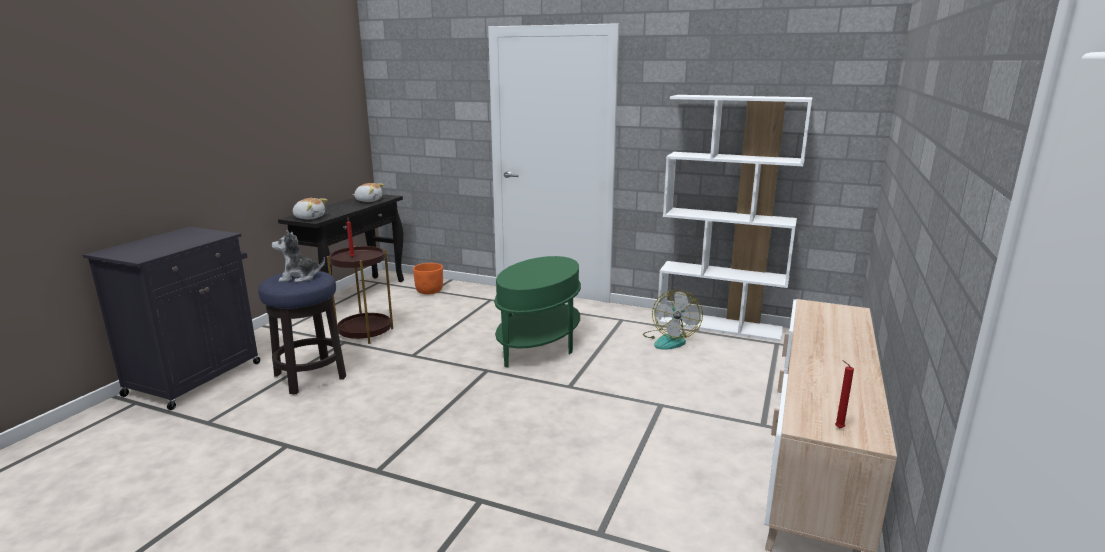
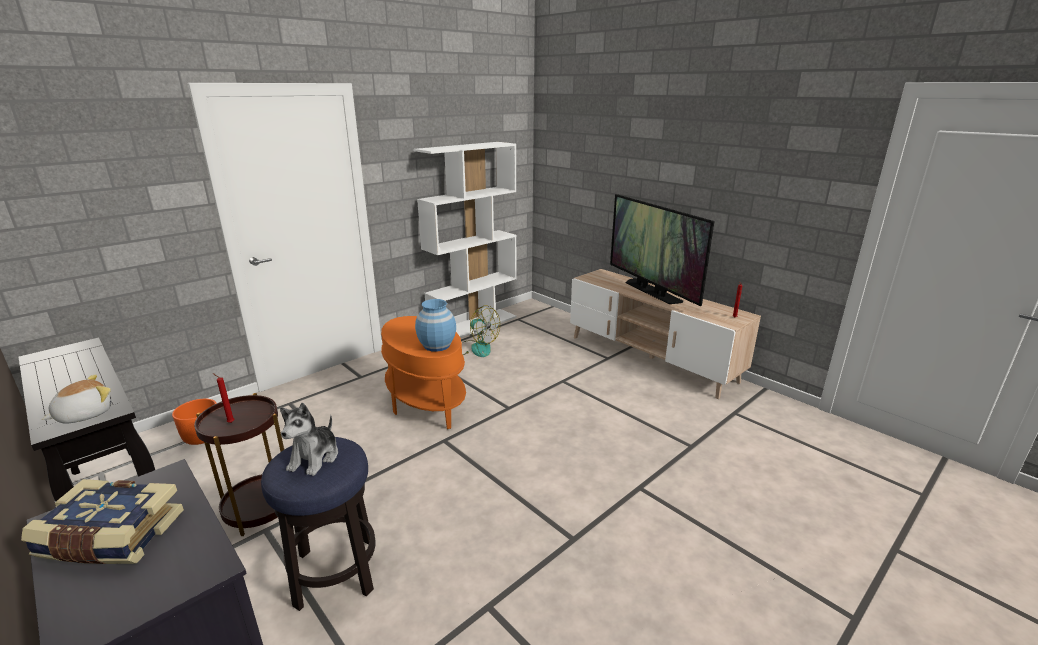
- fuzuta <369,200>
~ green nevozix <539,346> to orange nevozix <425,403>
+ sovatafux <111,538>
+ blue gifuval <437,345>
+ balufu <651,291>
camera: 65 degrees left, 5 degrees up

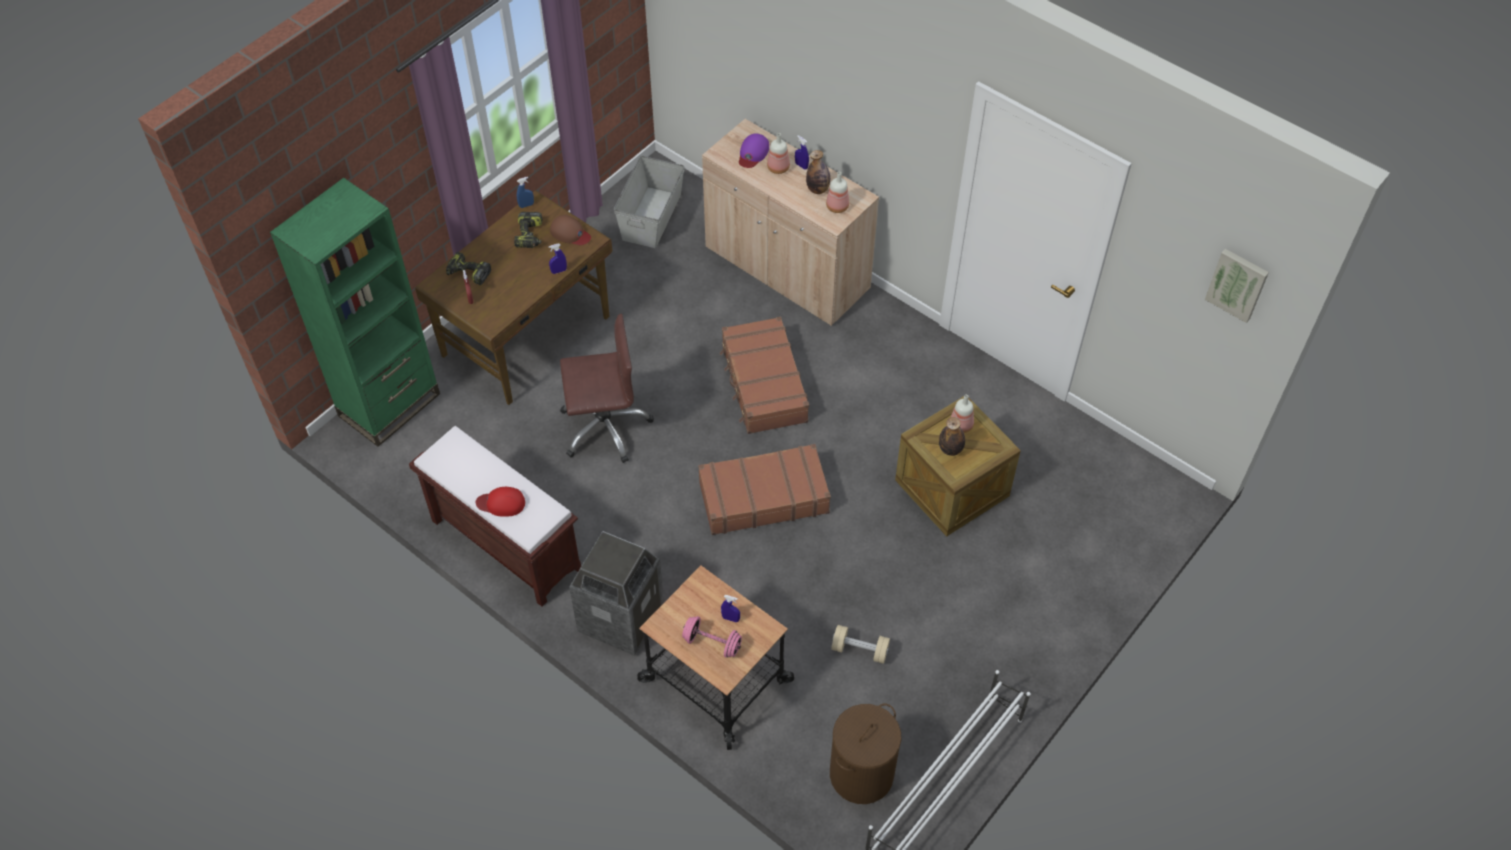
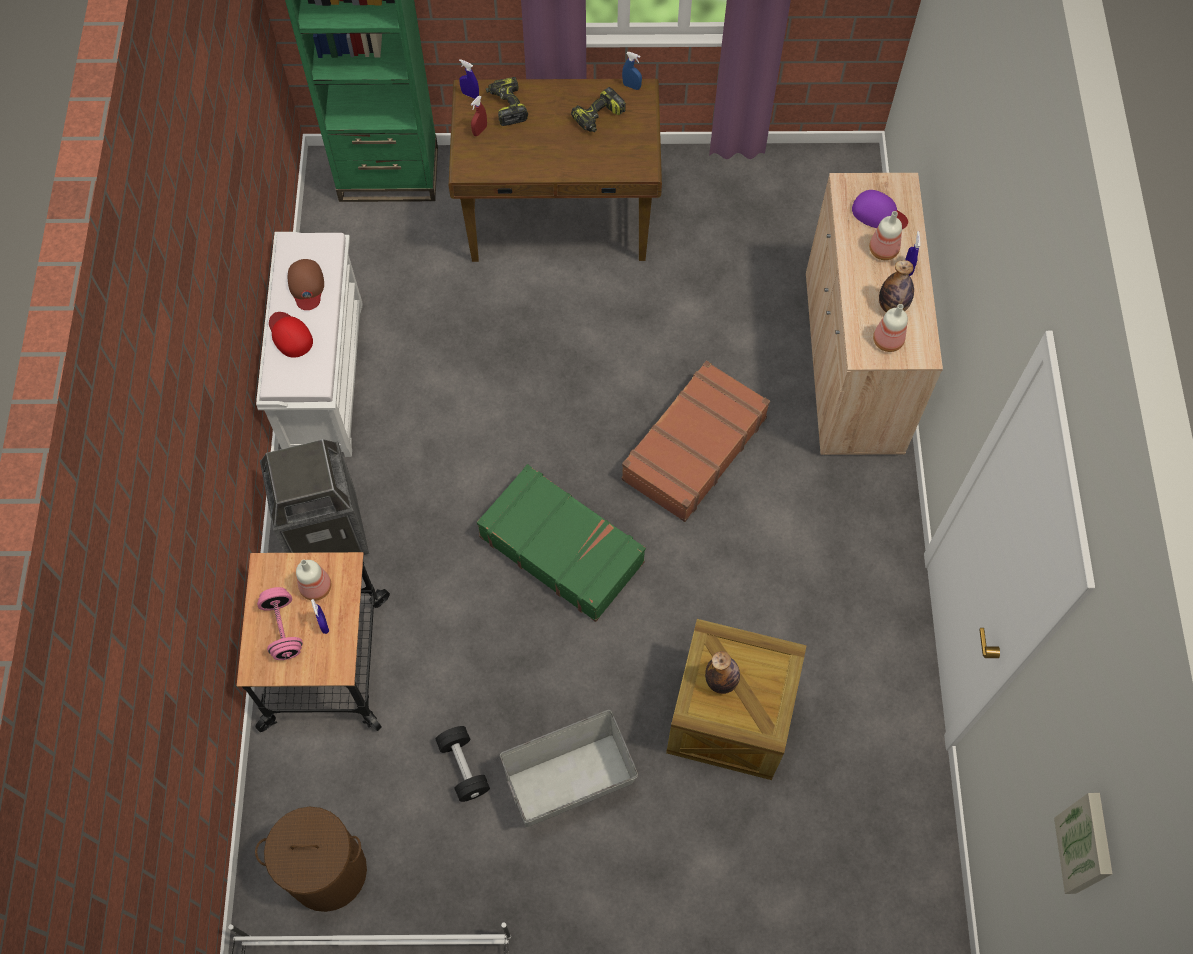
~ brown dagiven <504,544> to white dagiven <324,376>
~ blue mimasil <559,271> to <470,95>
~ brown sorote <570,233> to <306,286>
- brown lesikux <605,426>
~ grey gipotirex <652,217> to <570,780>
~ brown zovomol <763,497> to green zovomol <562,548>
~ purple sorote <753,153> = <878,214> 135 degrees counterclockwise
~ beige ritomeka <859,650> to black ritomeka <463,767>
~ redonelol <961,425> to <317,587>
camera: 50 degrees right, 10 degrees up

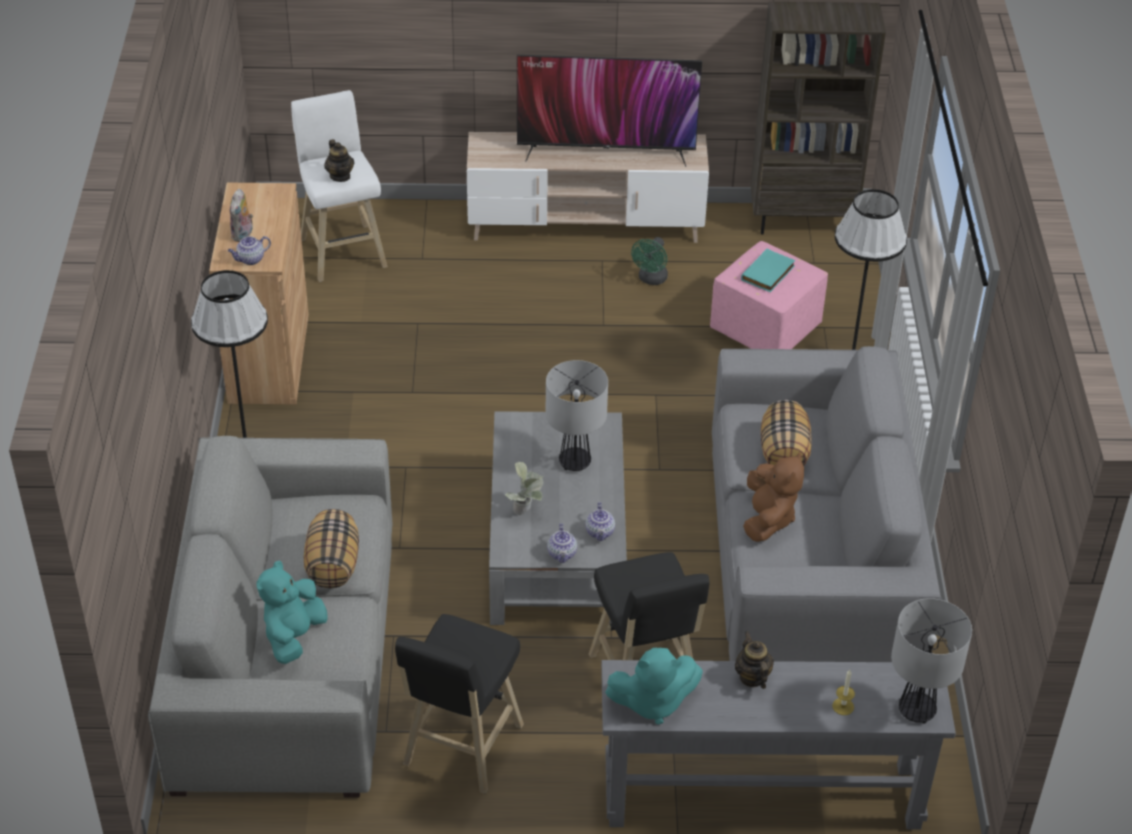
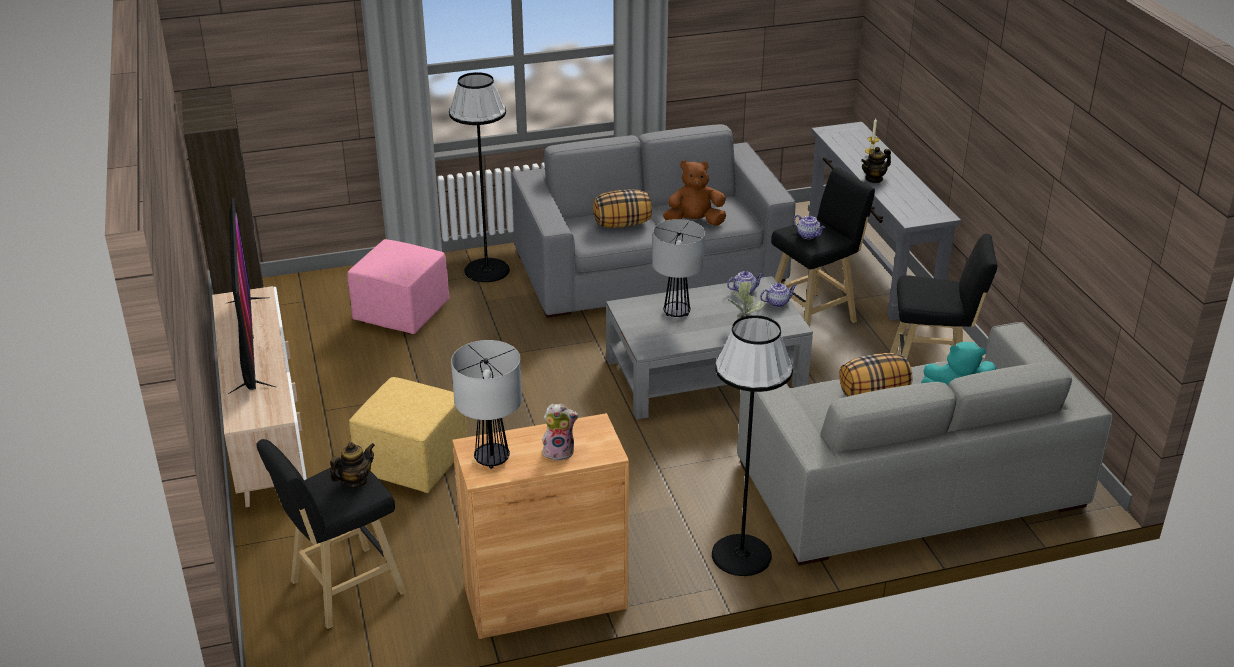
~ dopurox <250,259> to <808,235>
~ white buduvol <342,250> to black buduvol <342,589>
- turquoise fuzuta <652,702>
- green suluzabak <651,279>
- turquoise sovatafux <769,274>
~ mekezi <916,710> to <491,459>
+ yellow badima <411,464>
camera: 105 degrees left, 10 degrees down

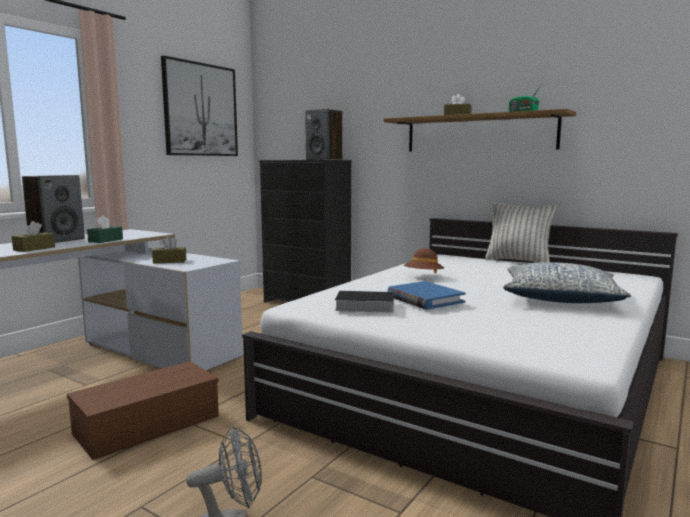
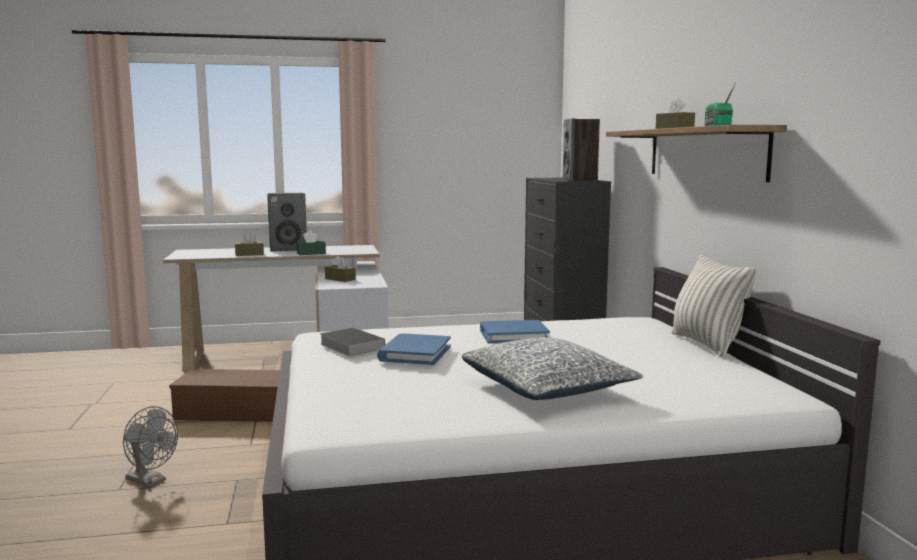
- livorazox <200,110>
~ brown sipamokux <423,276> to blue sovatafux <513,335>
camera: 45 degrees right, 0 degrees up

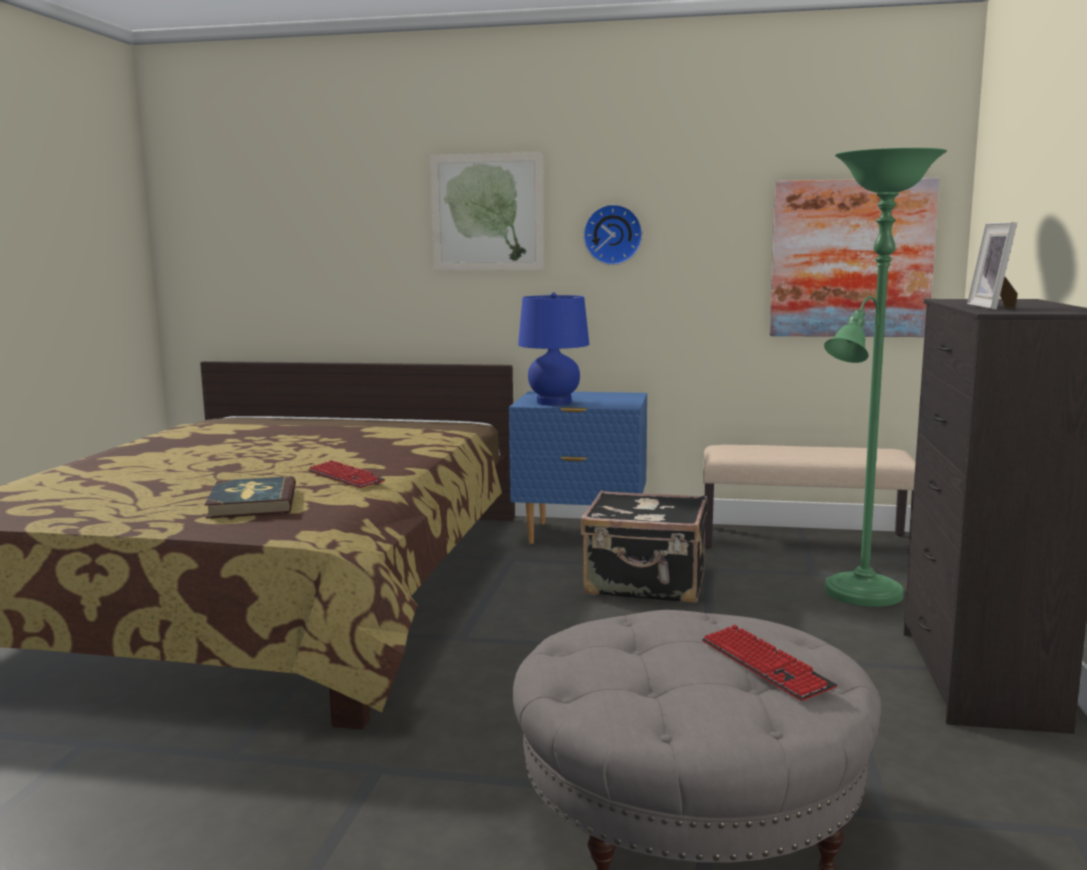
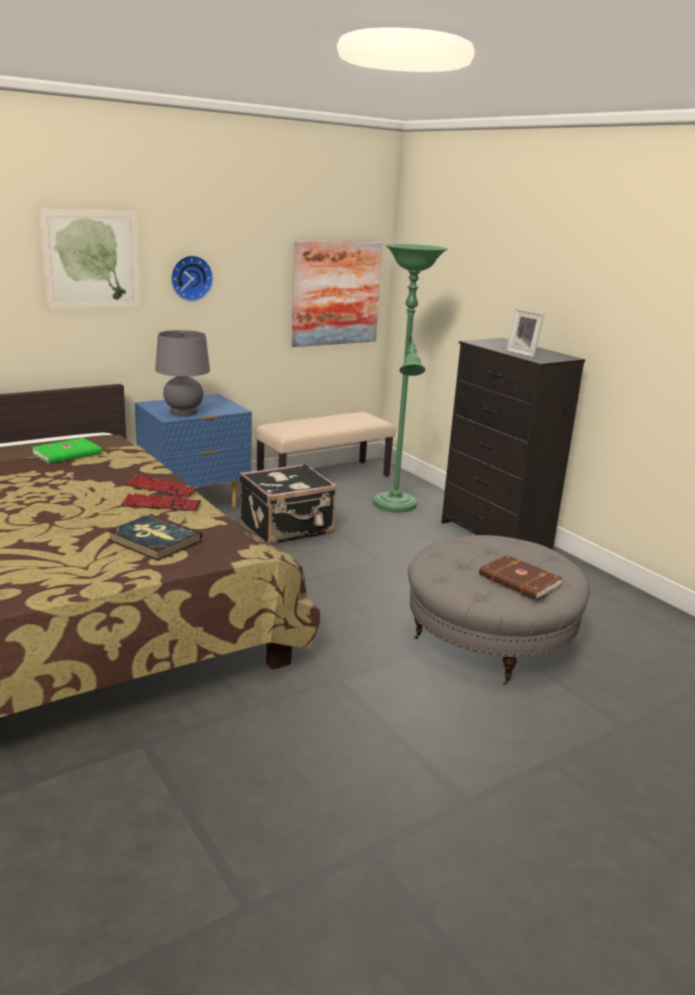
~ blue mekezi <554,402> to grey mekezi <183,413>
~ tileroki <765,665> to <161,488>
+ green sovatafux <68,454>
+ brown sovatafux <519,581>
camera: 45 degrees left, 10 degrees up

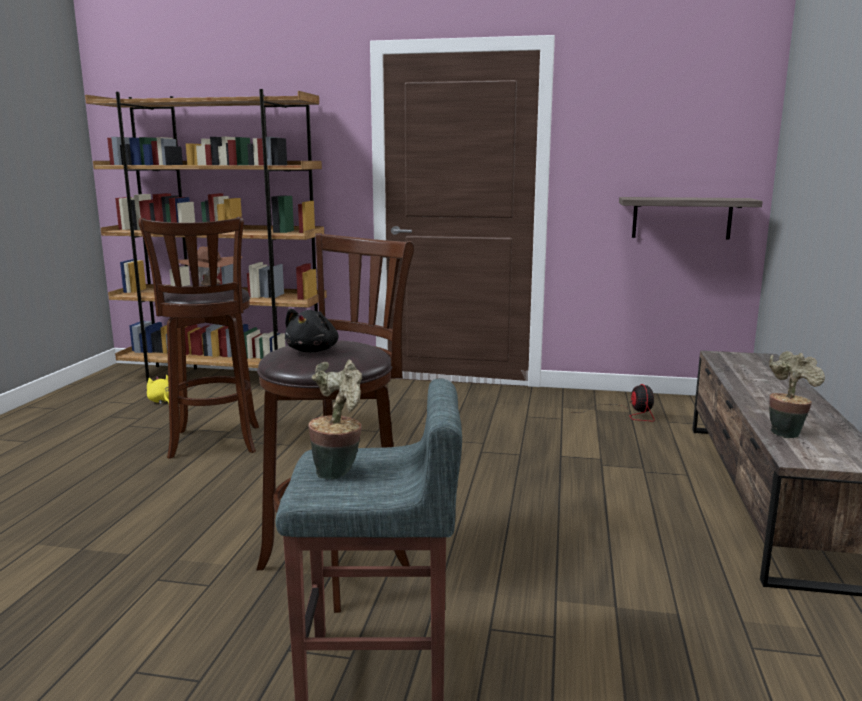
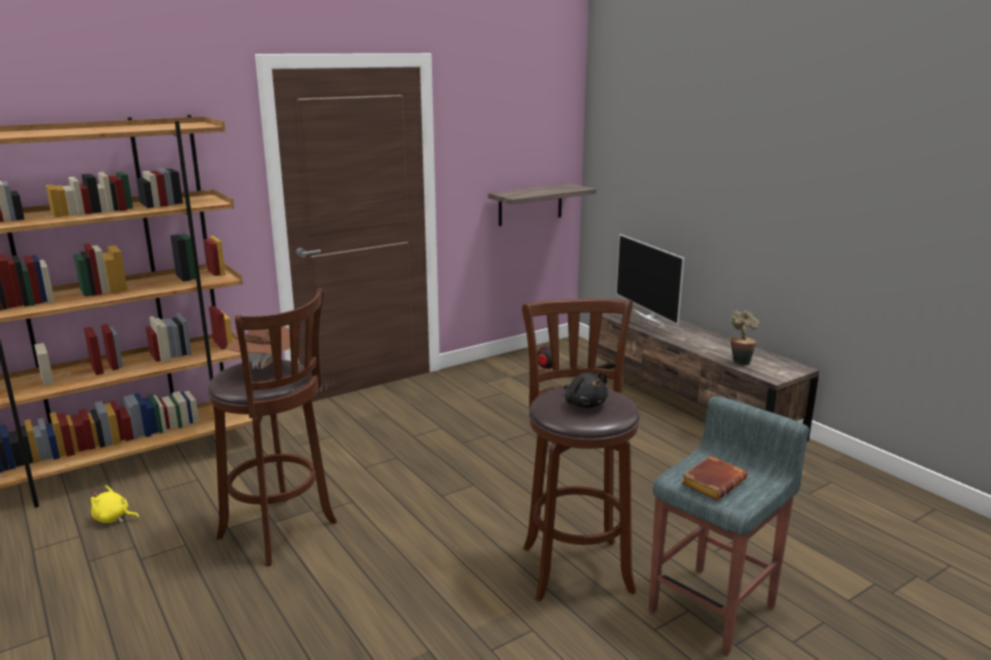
~ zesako <339,471> to brown sovatafux <712,482>
+ balufu <648,317>
camera: 45 degrees left, 5 degrees up

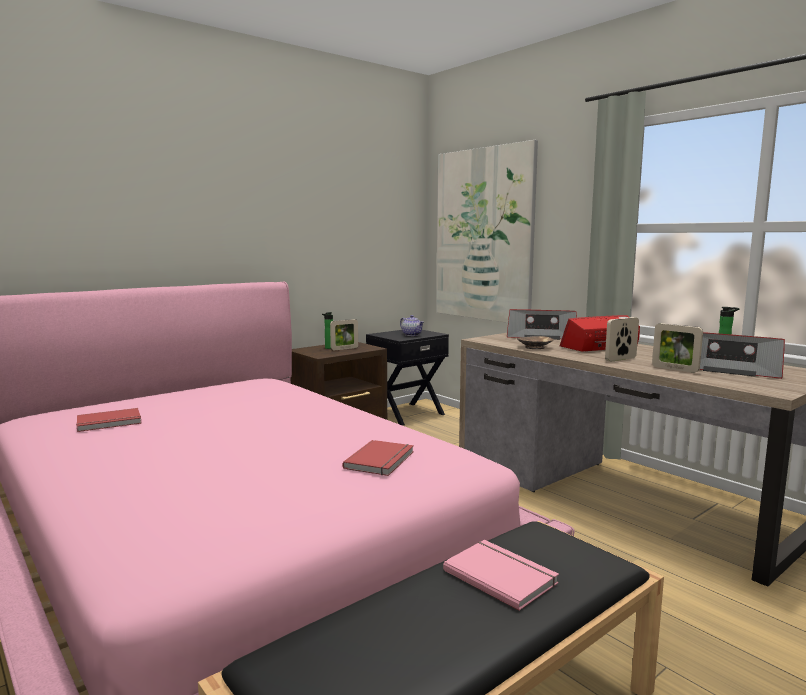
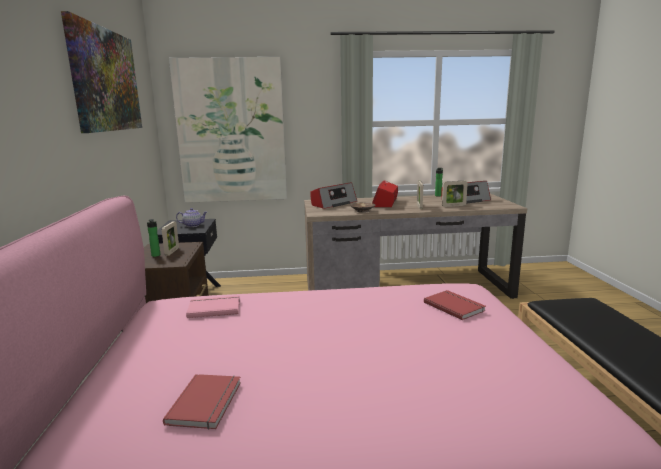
~ pink sovatafux <501,575> to <214,308>
+ livorazox <106,80>
camera: 55 degrees left, 5 degrees up

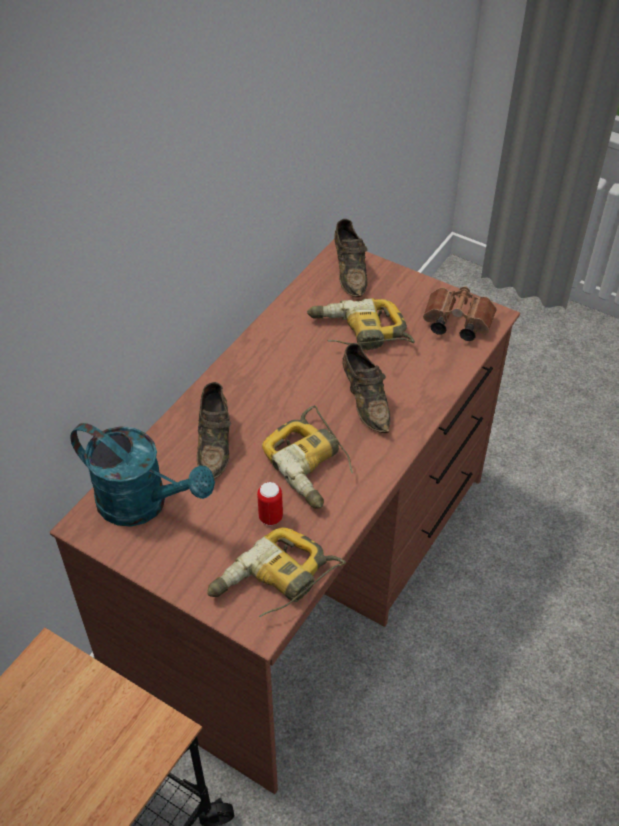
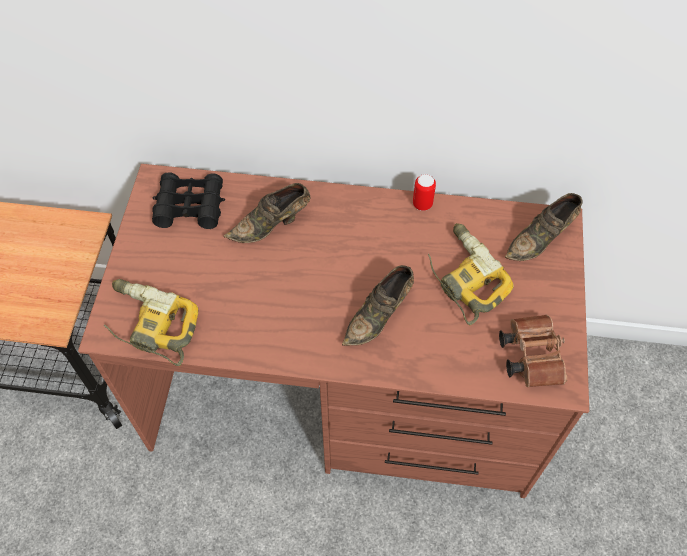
~ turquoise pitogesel <143,504> to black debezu <190,206>
~ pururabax <270,517> to <422,204>
- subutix <312,465>
camera: 65 degrees right, 10 degrees up

